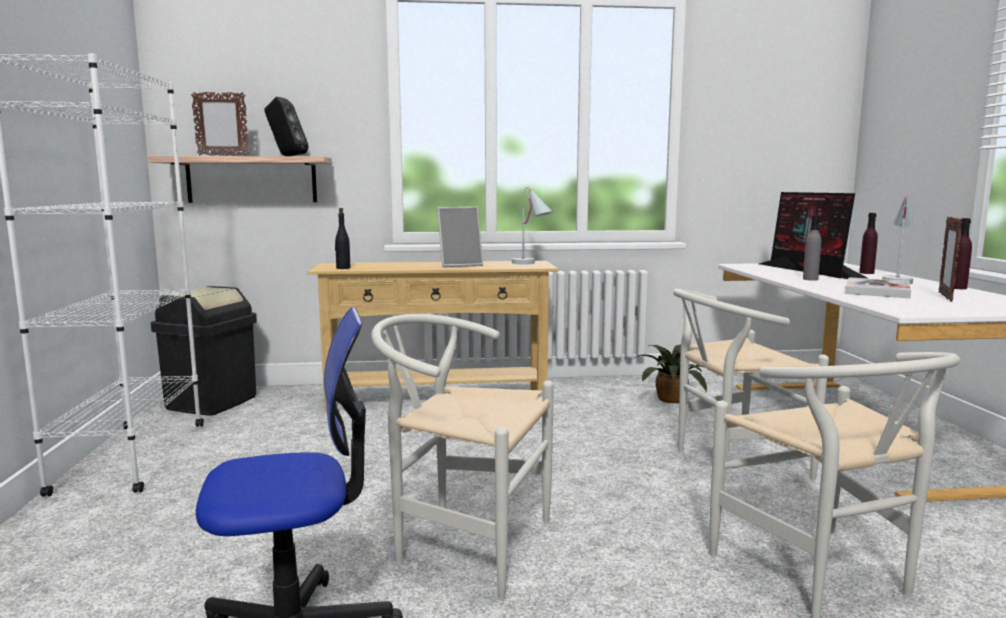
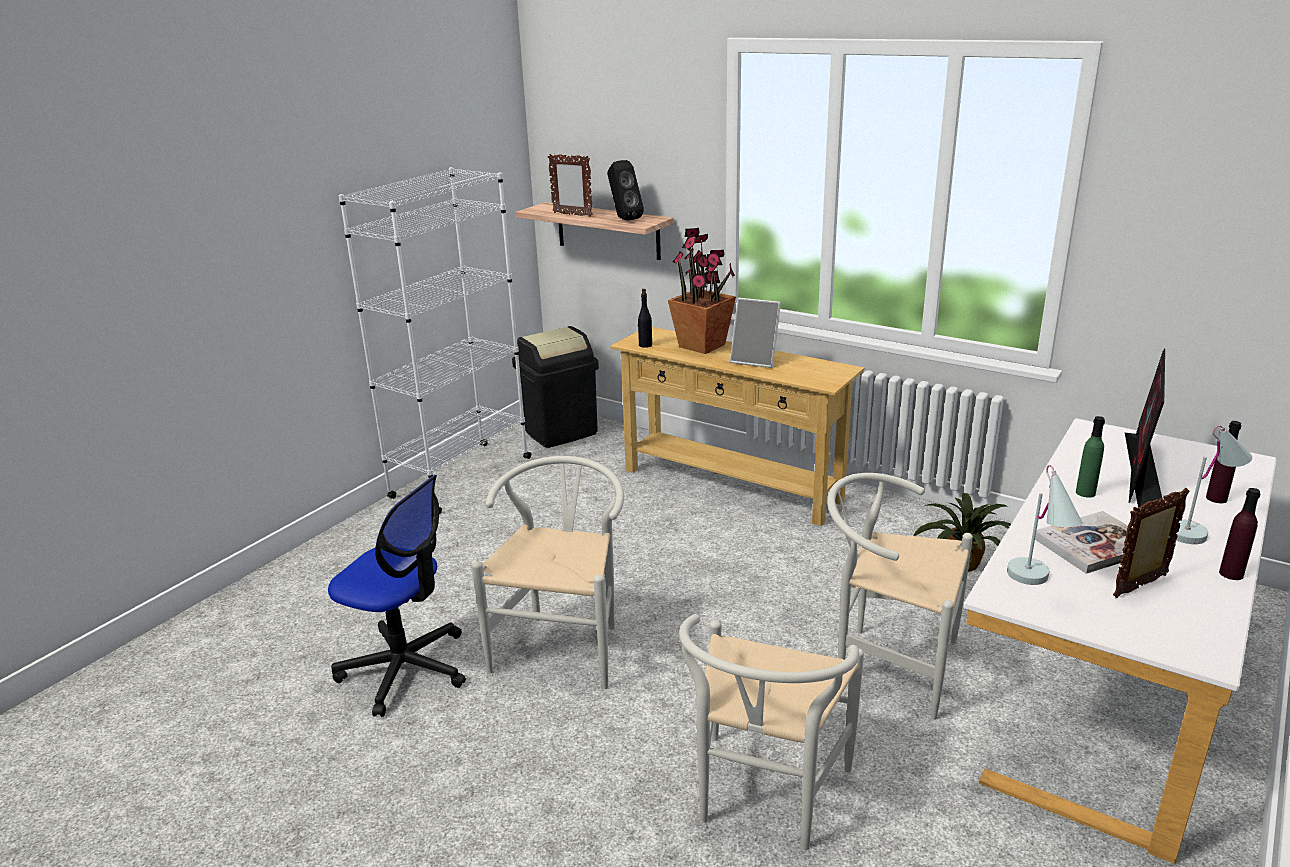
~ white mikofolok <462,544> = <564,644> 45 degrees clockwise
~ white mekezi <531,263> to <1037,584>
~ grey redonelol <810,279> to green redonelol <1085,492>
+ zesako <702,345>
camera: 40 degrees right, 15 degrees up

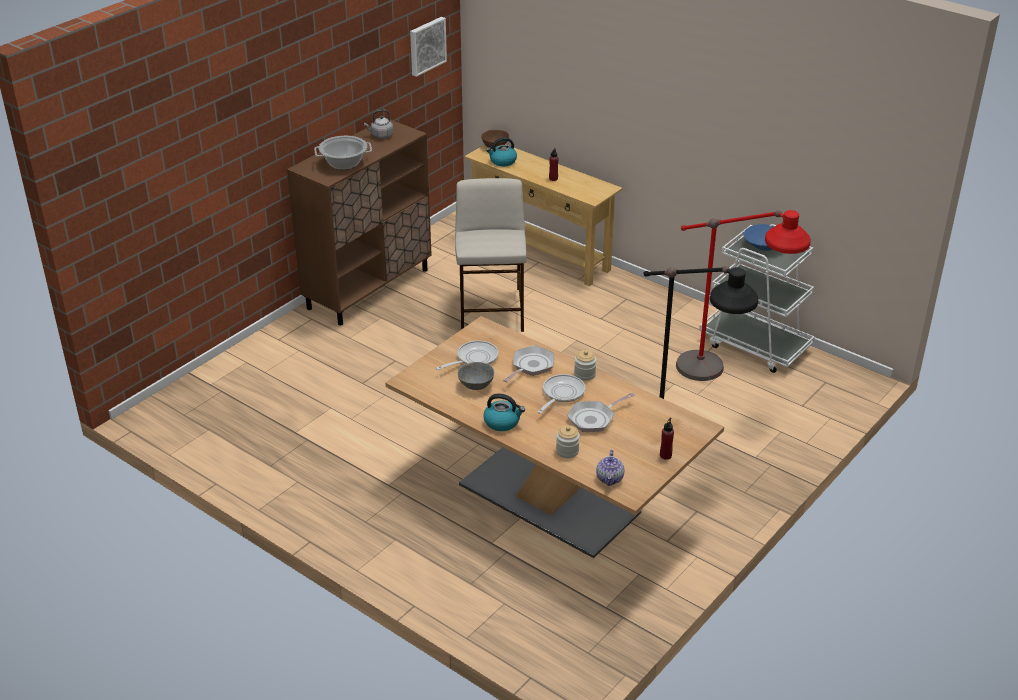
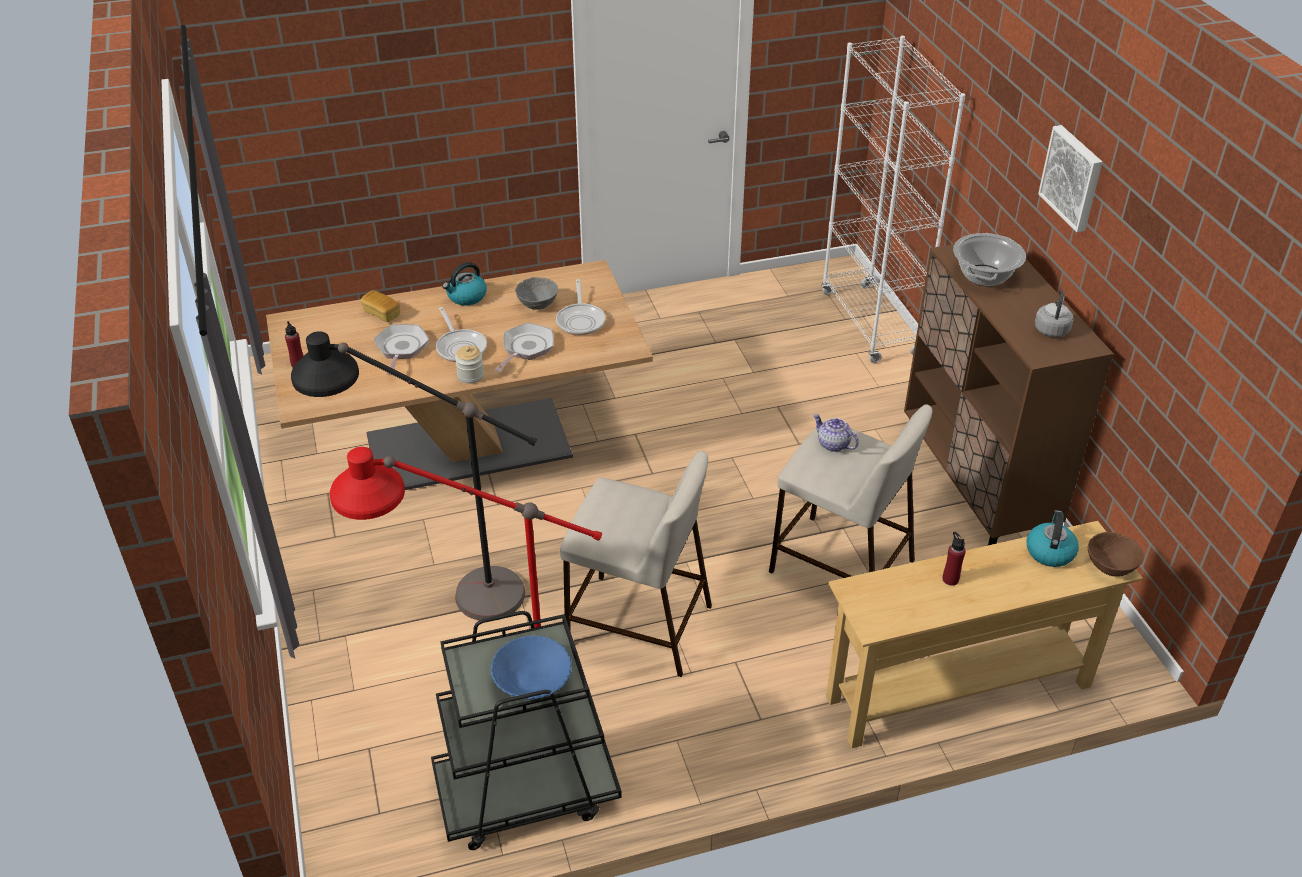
~ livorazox <426,45> to <1073,177>
~ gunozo <531,366> = <526,348> 135 degrees counterclockwise
~ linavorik <567,451> to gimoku <382,313>
~ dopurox <610,479> to <833,444>
~ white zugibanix <755,345> to black zugibanix <526,792>
+ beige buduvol <637,624>
+ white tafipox <870,323>
camera: 125 degrees right, 5 degrees up

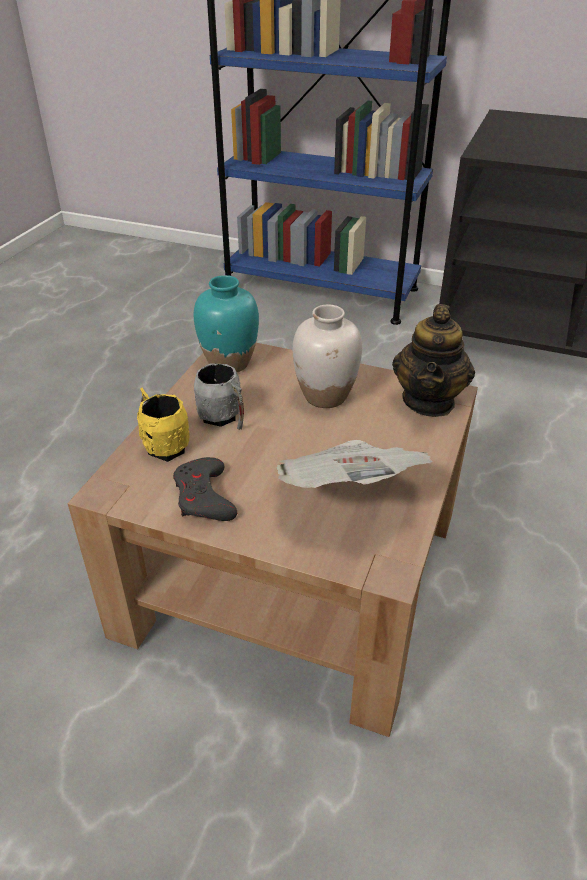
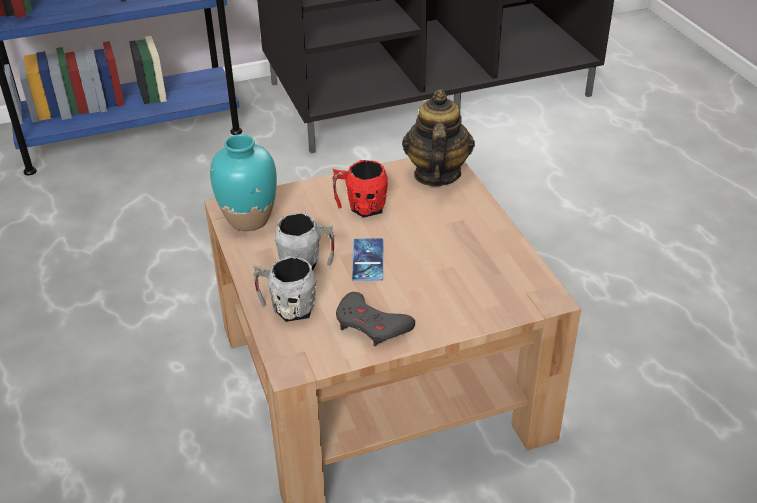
~ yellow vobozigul <163,445> to grey vobozigul <287,308>
- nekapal <348,492>
~ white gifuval <326,396> to red vobozigul <360,207>
~ dopurox <429,401> = <436,174> 150 degrees counterclockwise
+ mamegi <368,260>
camera: 40 degrees left, 0 degrees up

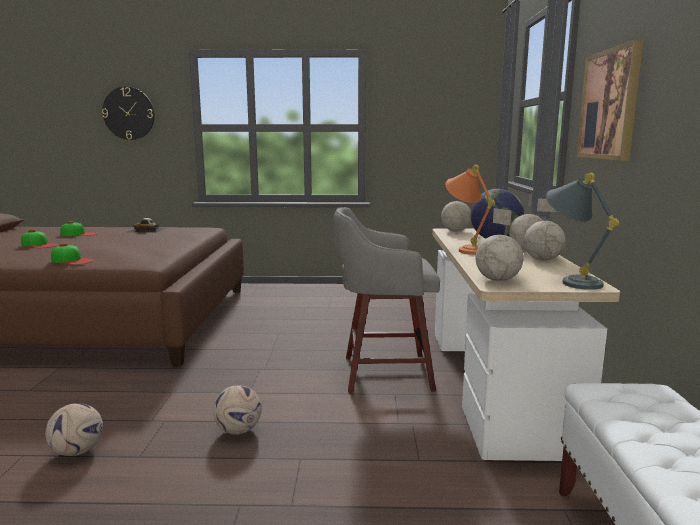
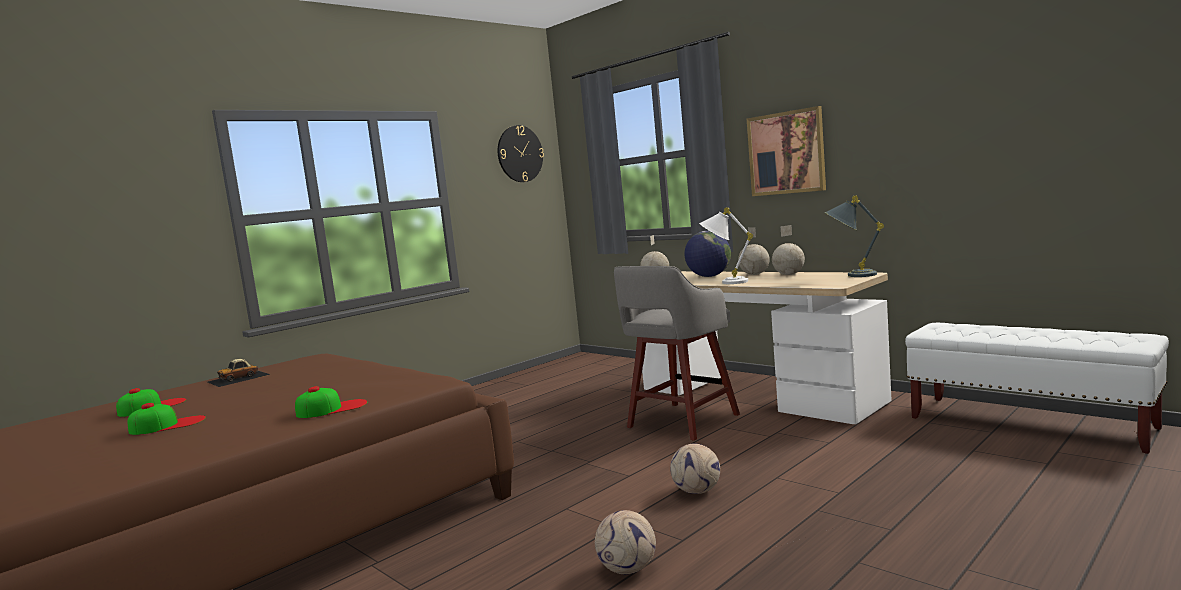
~ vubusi <129,113> to <520,154>
~ orange mekezi <466,249> to white mekezi <725,282>
- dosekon <497,280>
camera: 45 degrees left, 5 degrees down

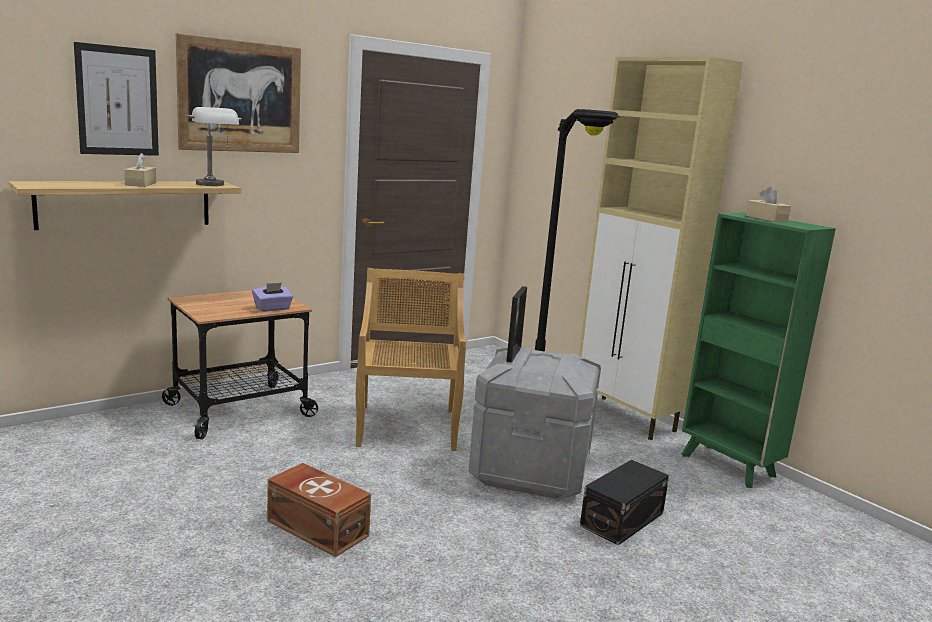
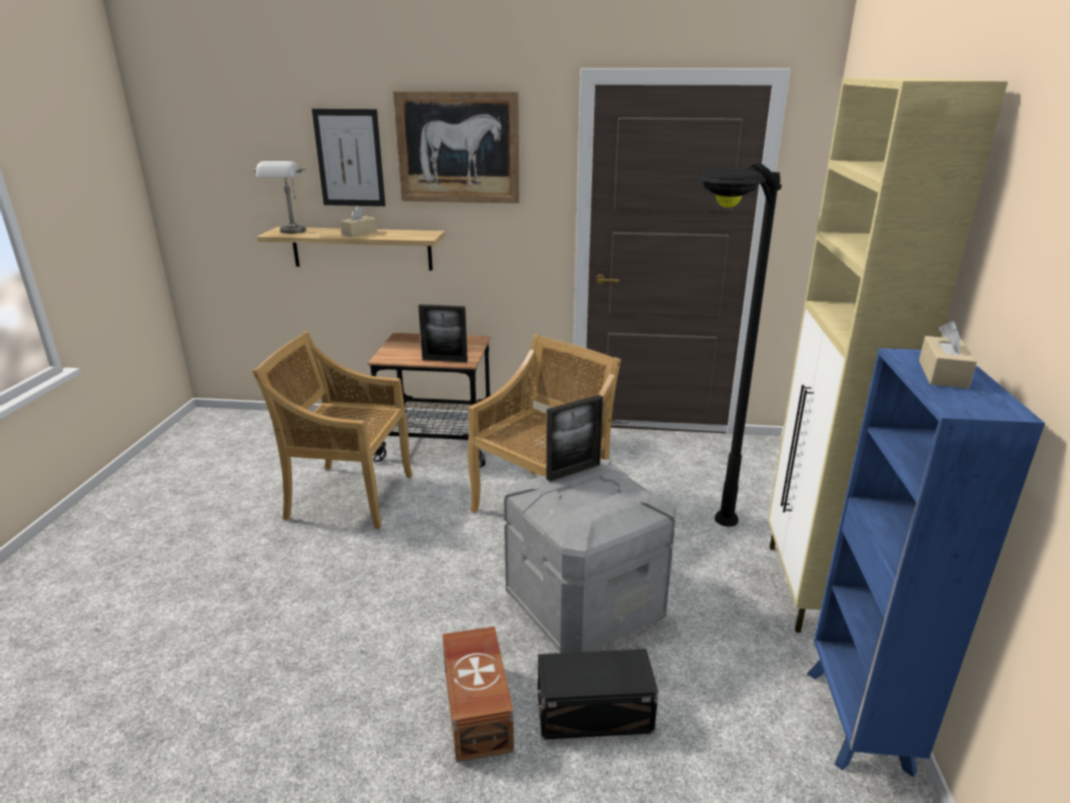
~ grey mekezi <214,185> to <290,233>
~ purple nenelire <272,308> to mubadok <444,360>
~ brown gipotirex <317,527> to <479,708>
~ green tafipox <729,466> to blue tafipox <857,722>
+ beige mikofolok <348,496>
camera: 45 degrees right, 10 degrees up

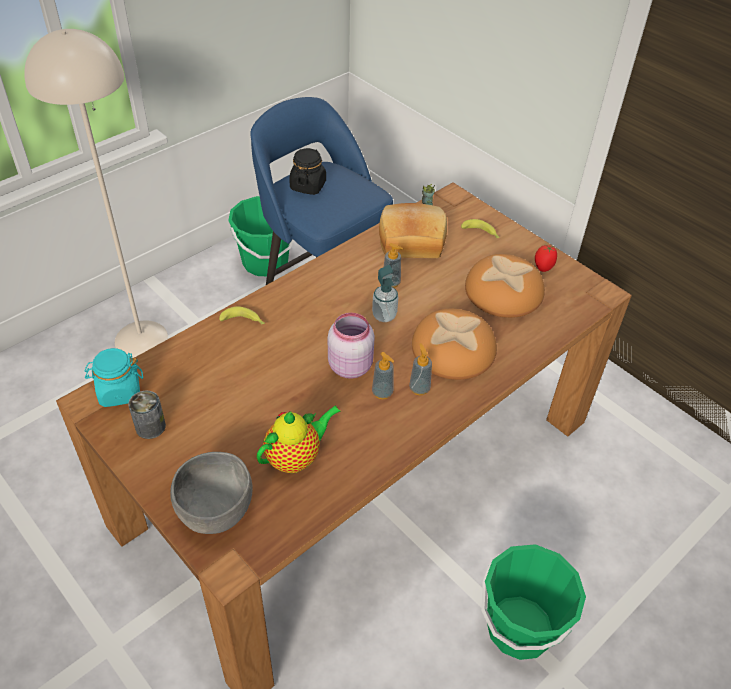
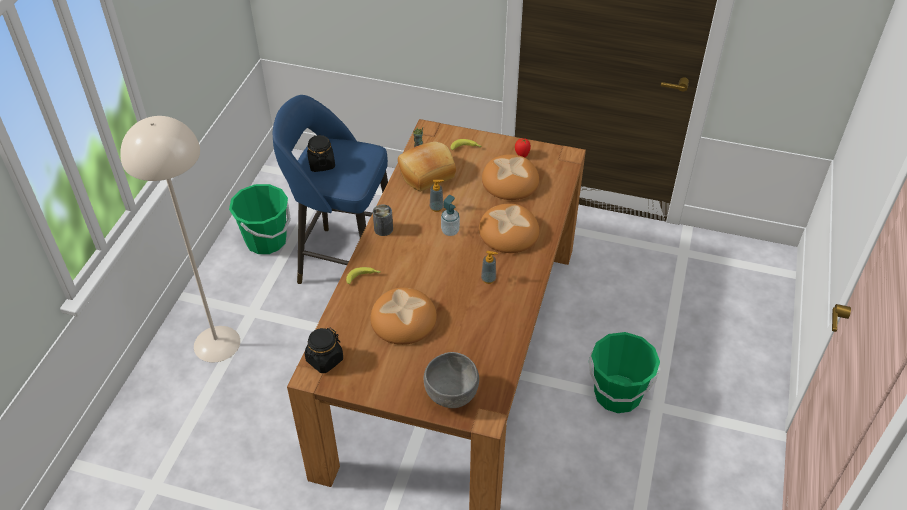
~ turquoise linavorik <119,392> to black linavorik <324,360>
~ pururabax <150,427> to <383,229>
- dopurox <296,457>
- pink linavorik <350,365>
- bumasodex <419,388>
+ gimoku <403,320>
camera: 30 degrees left, 0 degrees up

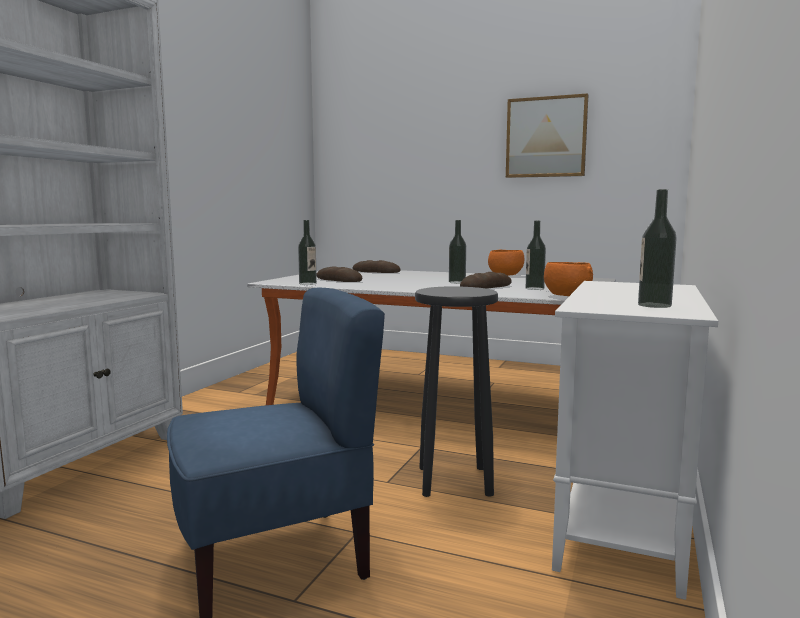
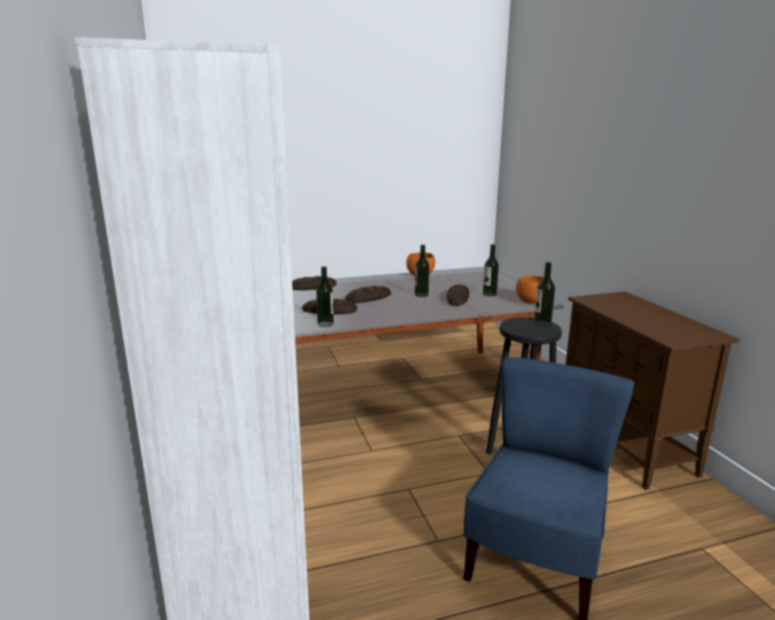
- livorazox <546,137>
~ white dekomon <622,523> to brown dekomon <625,445>
~ redonelol <654,305> to <542,323>
+ gimoku <368,298>
camera: 40 degrees left, 10 degrees up

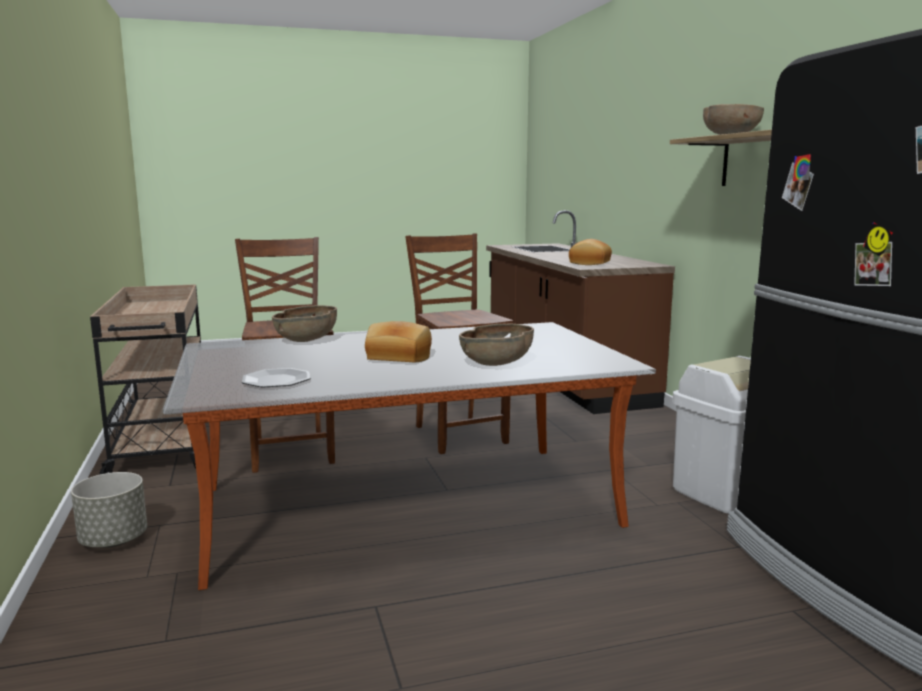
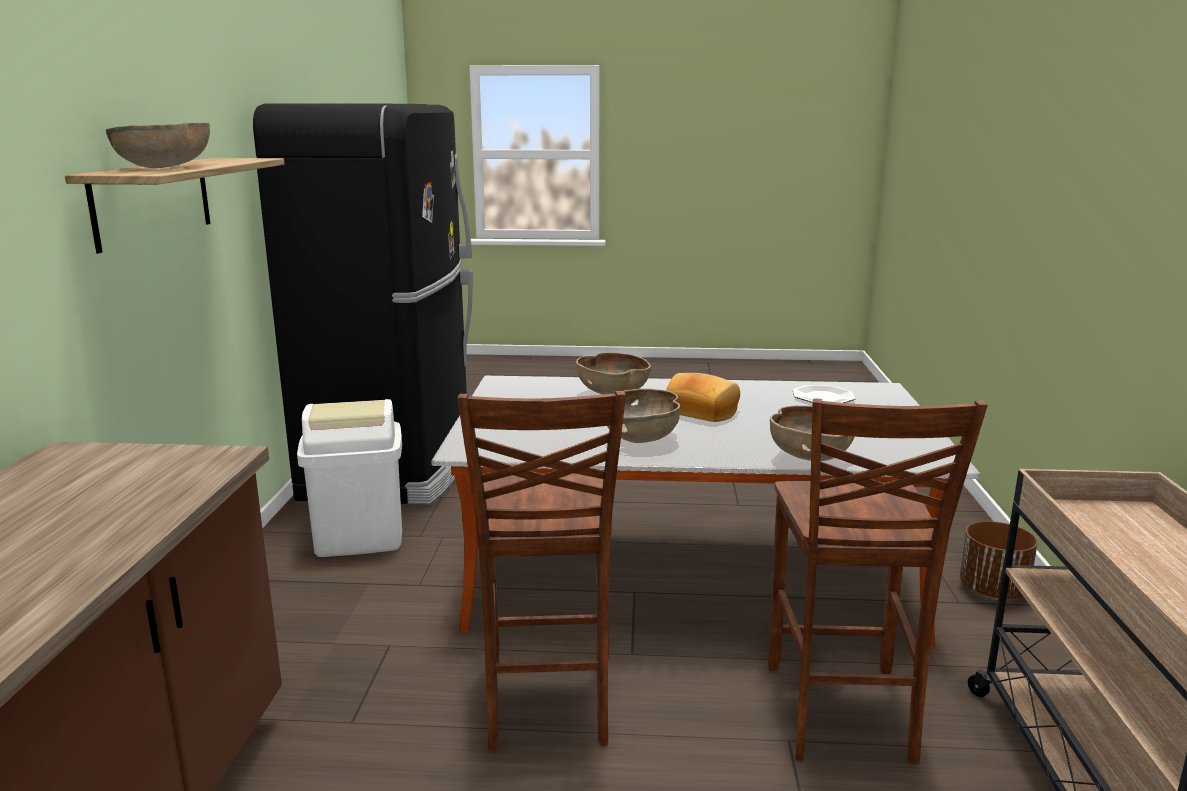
~ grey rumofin <113,540> to brown rumofin <993,591>
- gimoku <591,263>
+ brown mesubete <641,438>
camera: 160 degrees left, 5 degrees up

